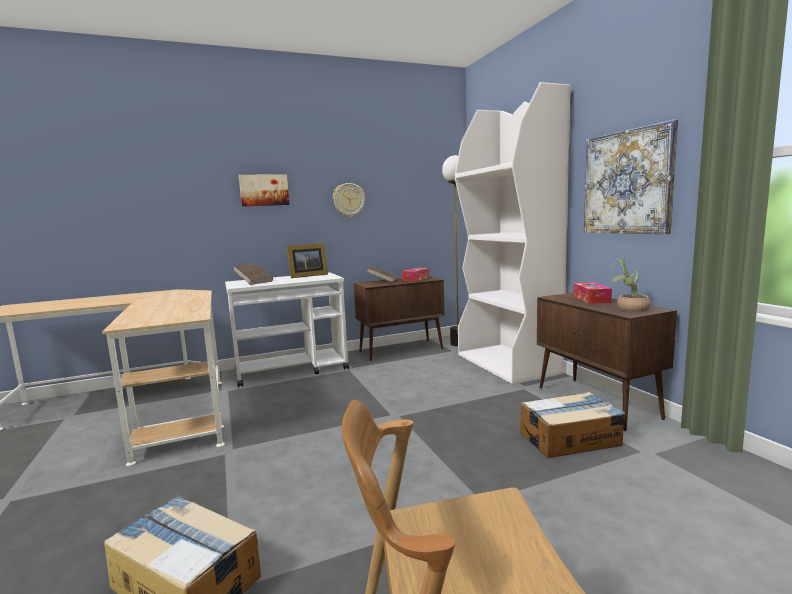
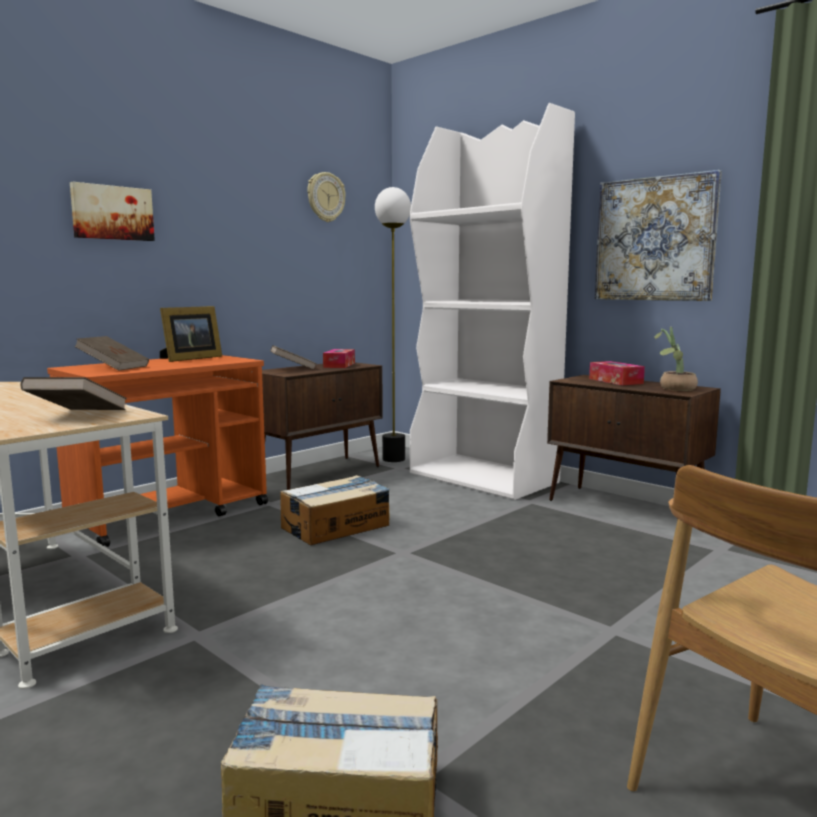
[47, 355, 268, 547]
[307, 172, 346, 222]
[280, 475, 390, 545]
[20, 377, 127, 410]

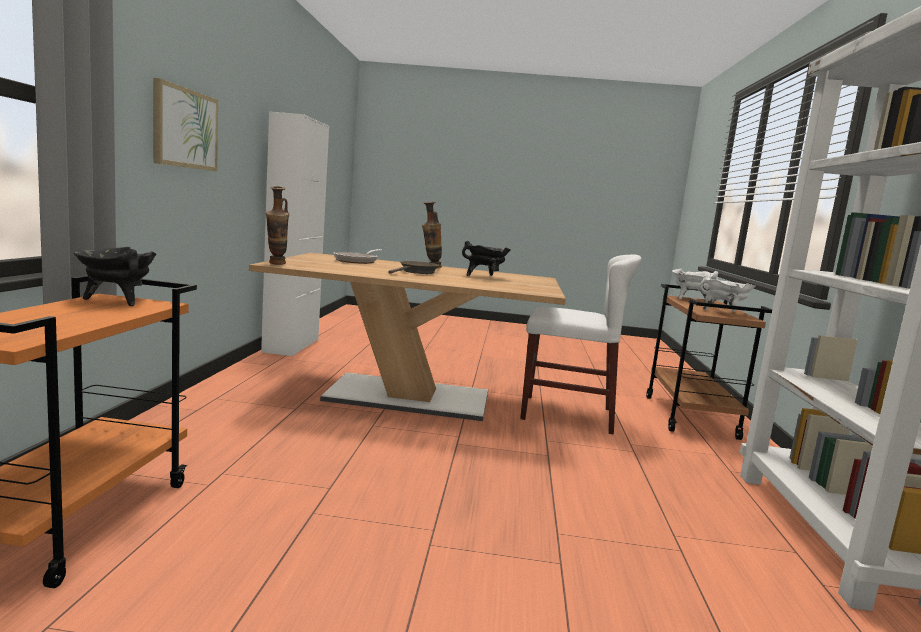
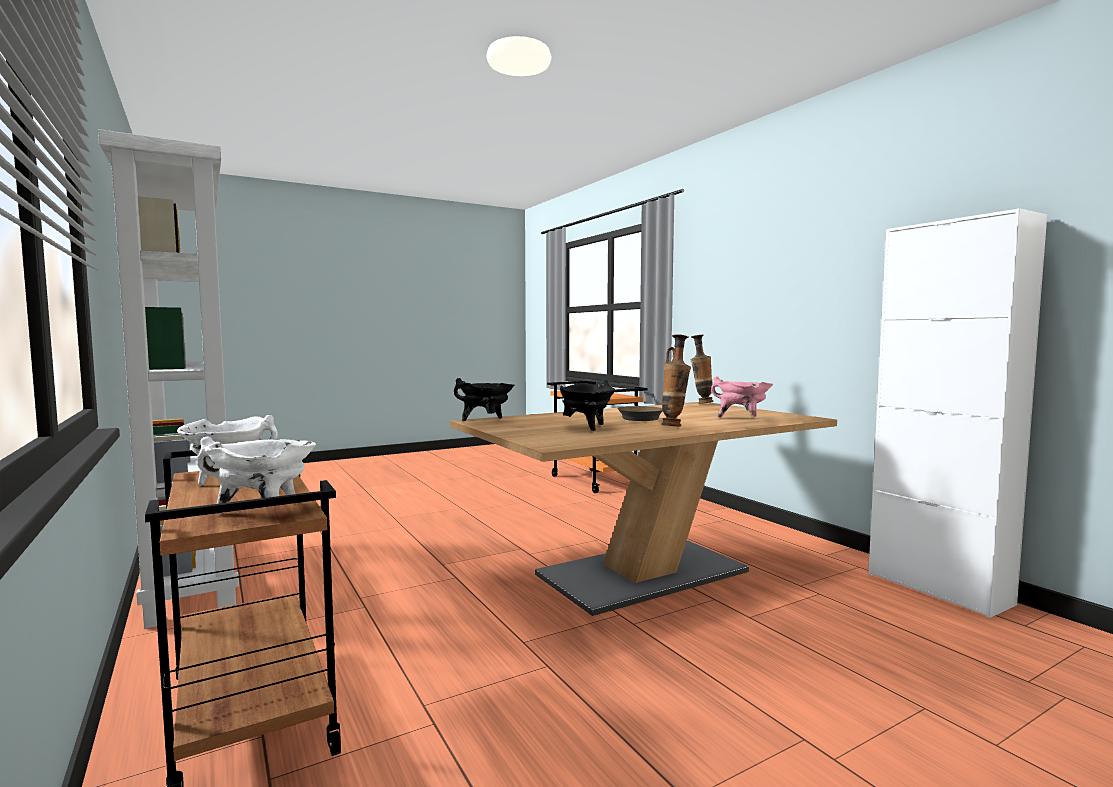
[454, 378, 514, 421]
[153, 78, 218, 171] (first image)
[711, 376, 773, 418]
[520, 255, 642, 434] (first image)

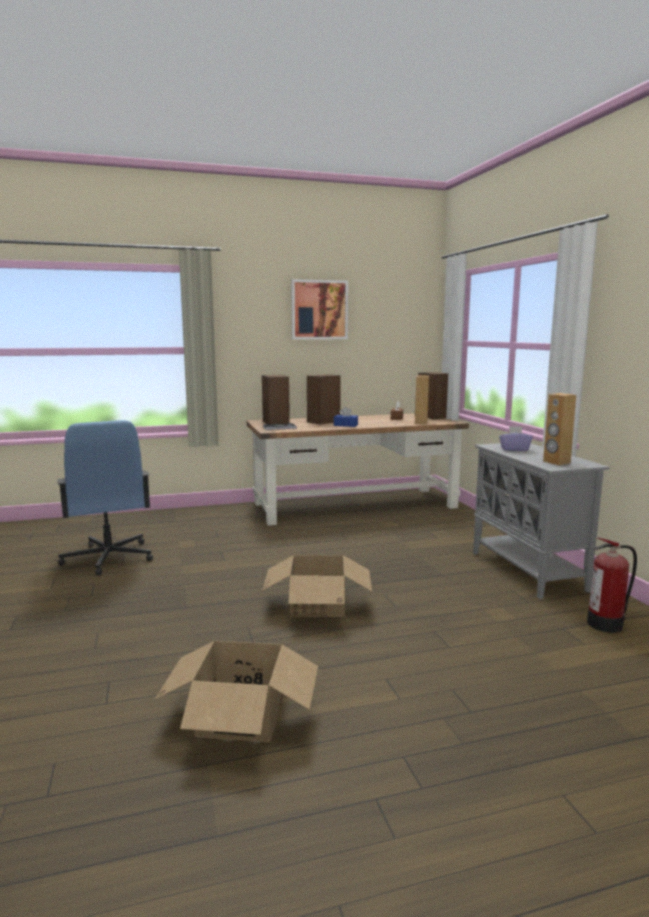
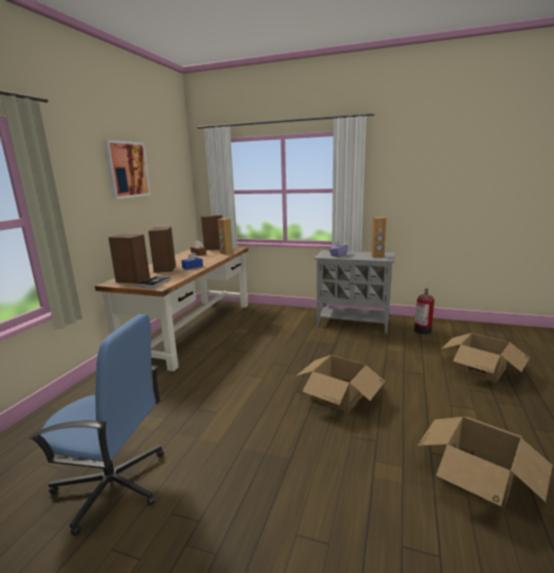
[441, 333, 530, 383]

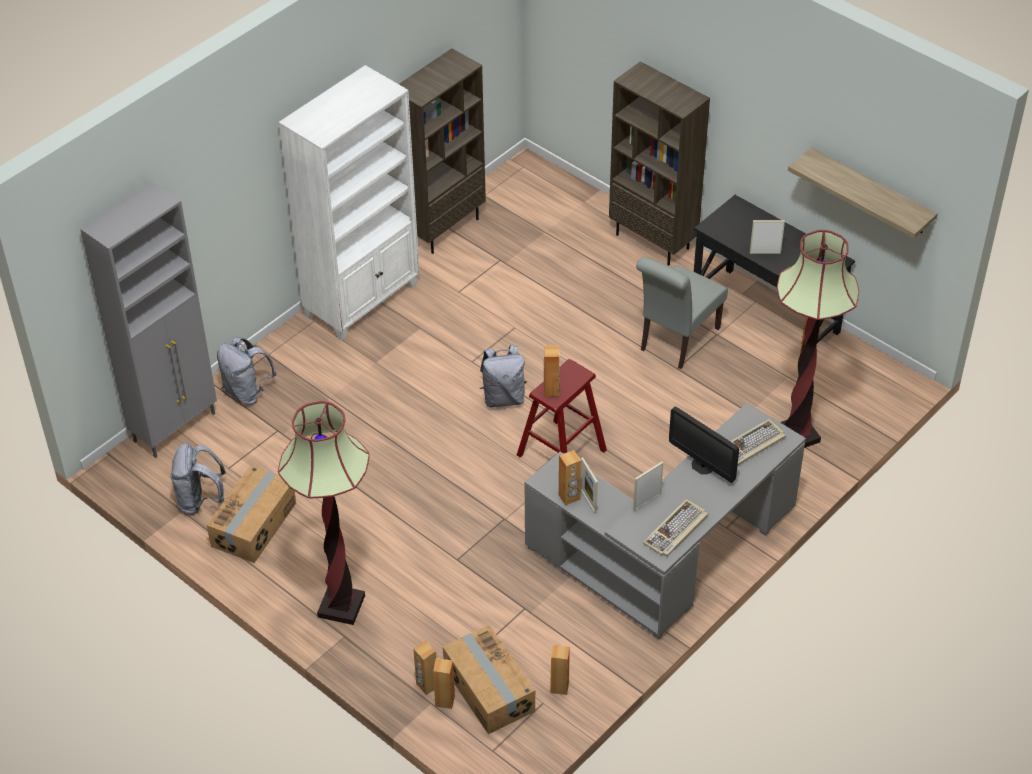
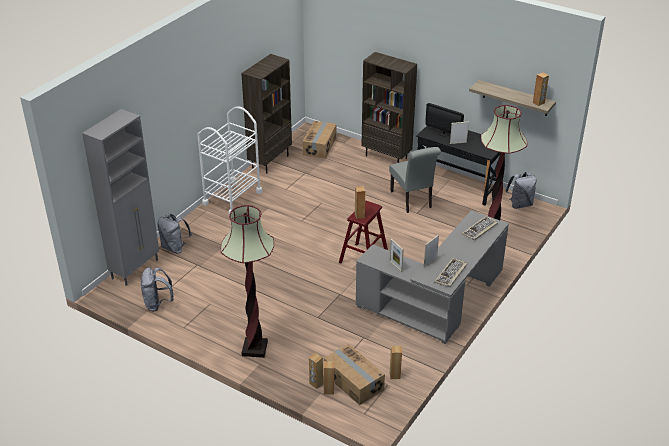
[302, 121, 337, 159]
[197, 106, 263, 215]
[505, 172, 536, 209]
[533, 72, 549, 106]
[389, 147, 441, 213]
[425, 103, 464, 137]

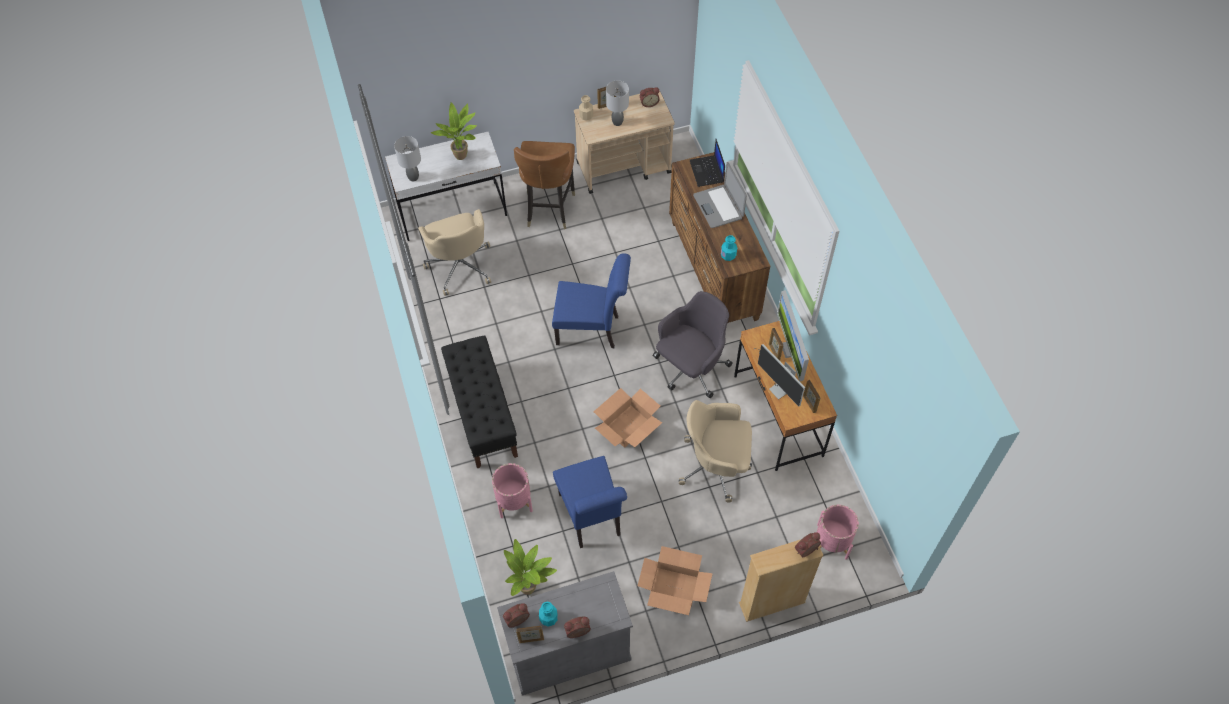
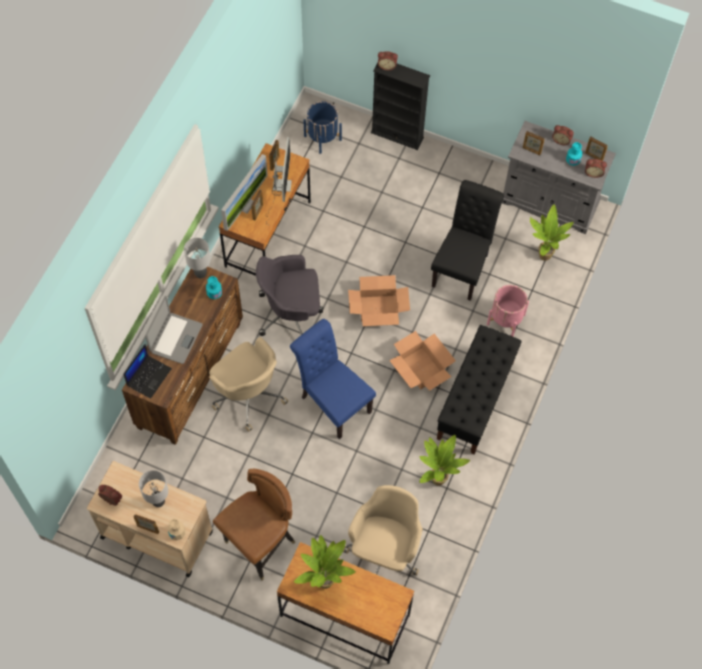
[277, 542, 414, 664]
[184, 238, 211, 279]
[431, 180, 504, 301]
[389, 331, 456, 391]
[209, 337, 288, 432]
[371, 63, 430, 150]
[303, 101, 342, 154]
[419, 435, 470, 486]
[523, 131, 545, 155]

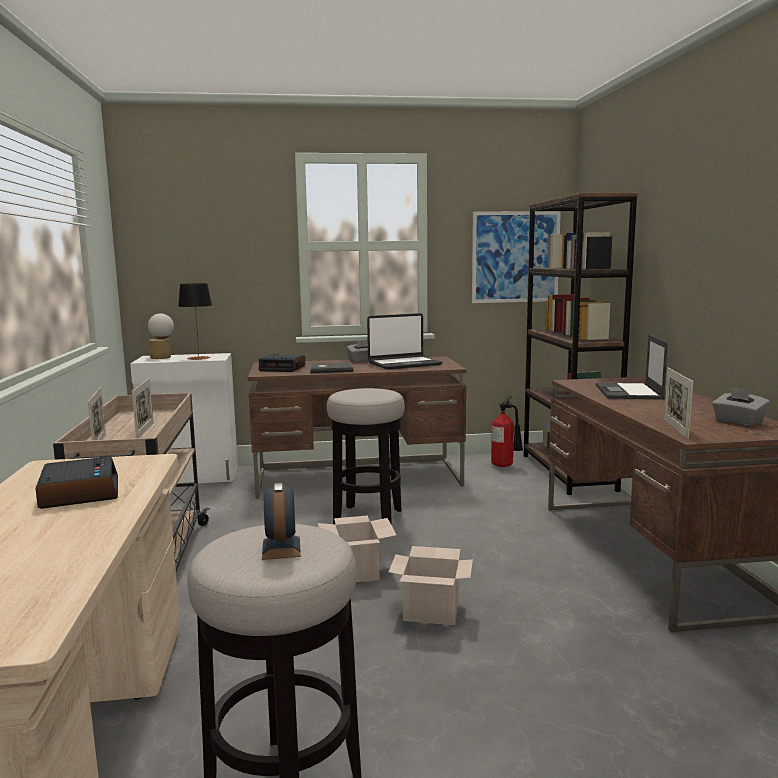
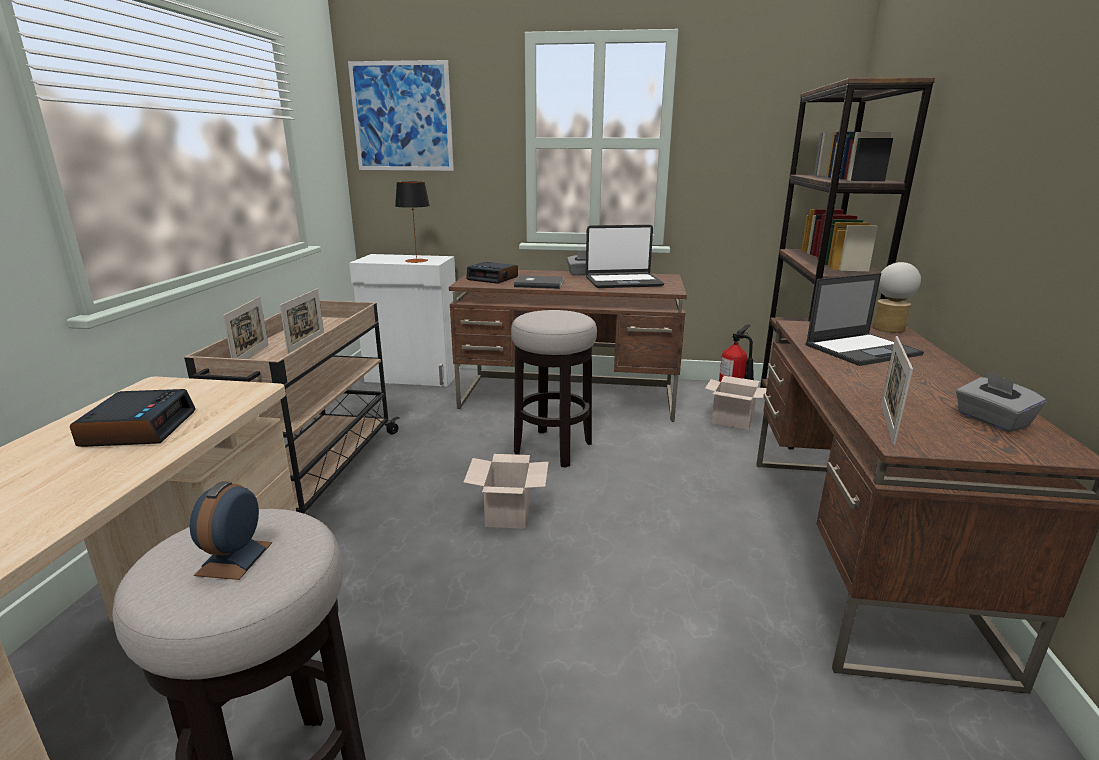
[872, 262, 921, 333]
[705, 376, 767, 430]
[348, 60, 454, 171]
[805, 273, 924, 366]

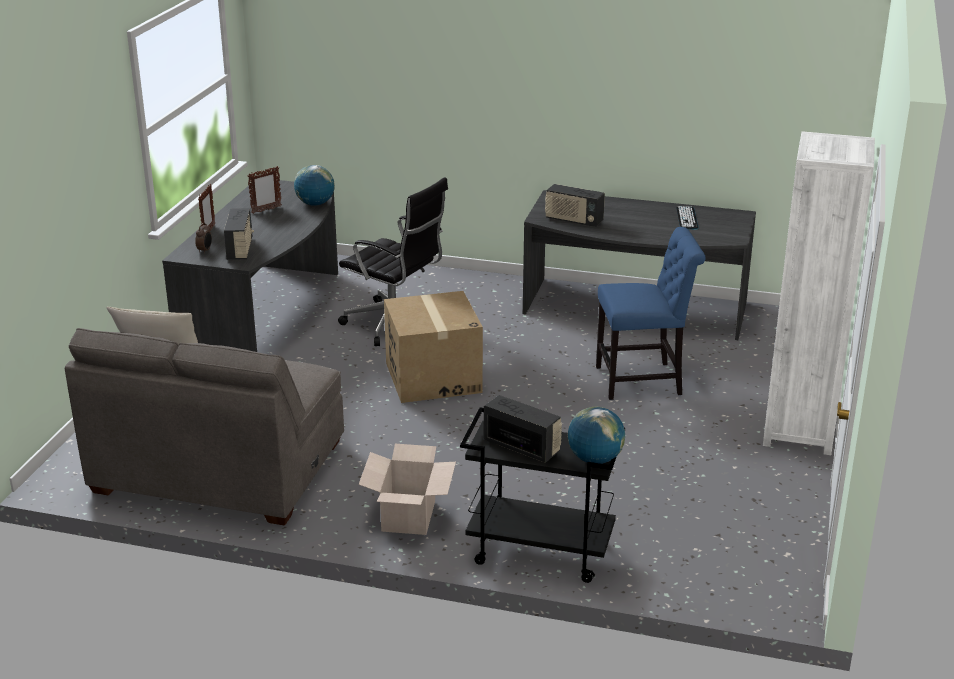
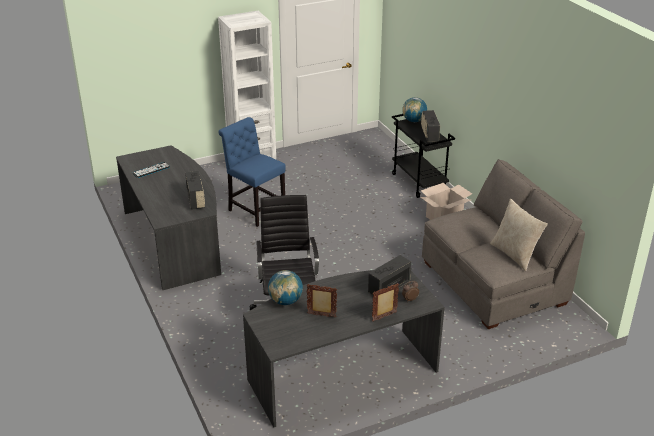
[384, 291, 483, 403] (first image)

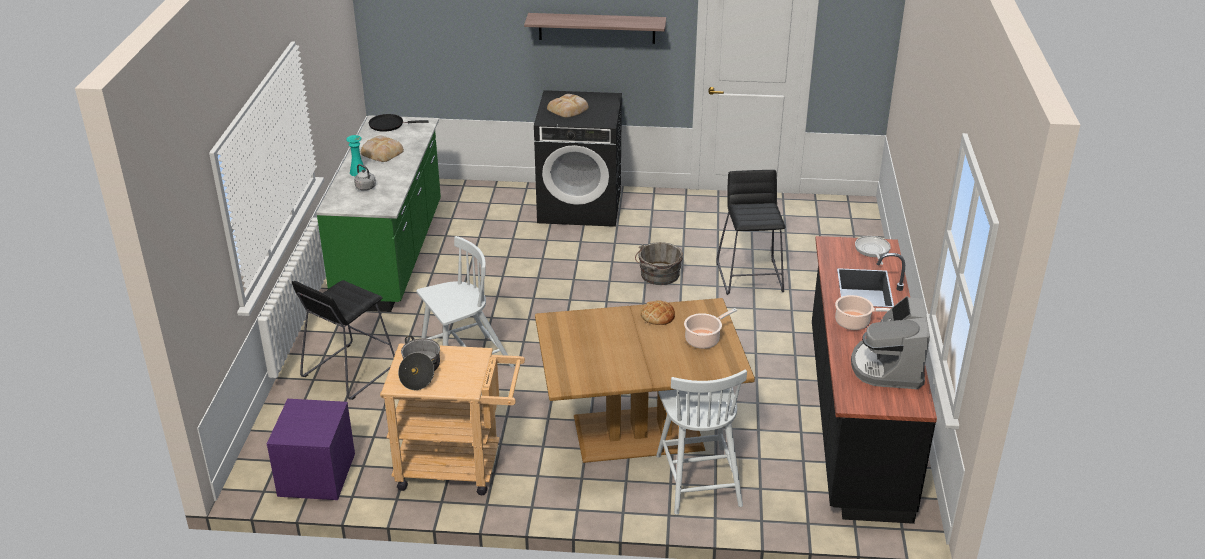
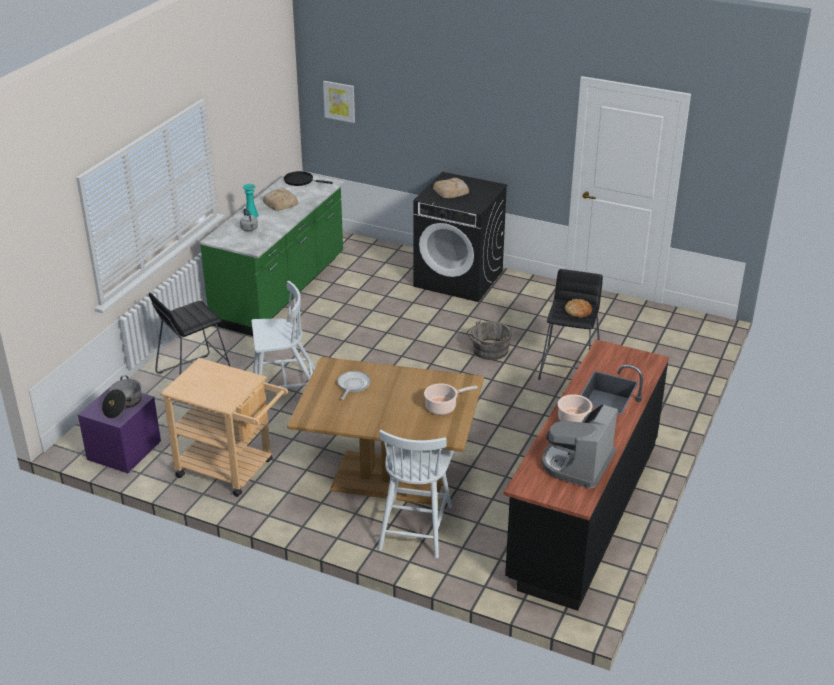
[102, 375, 142, 419]
[524, 13, 666, 44] (first image)
[565, 299, 592, 318]
[337, 371, 371, 400]
[323, 81, 355, 123]

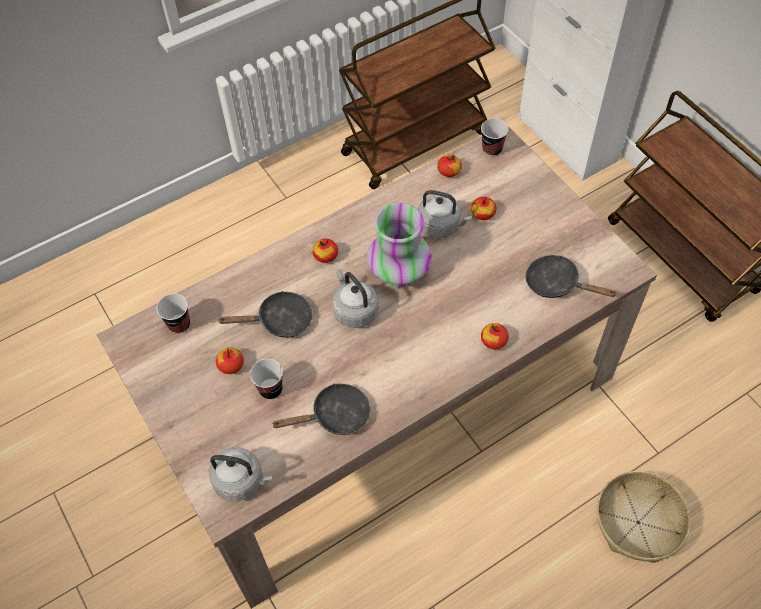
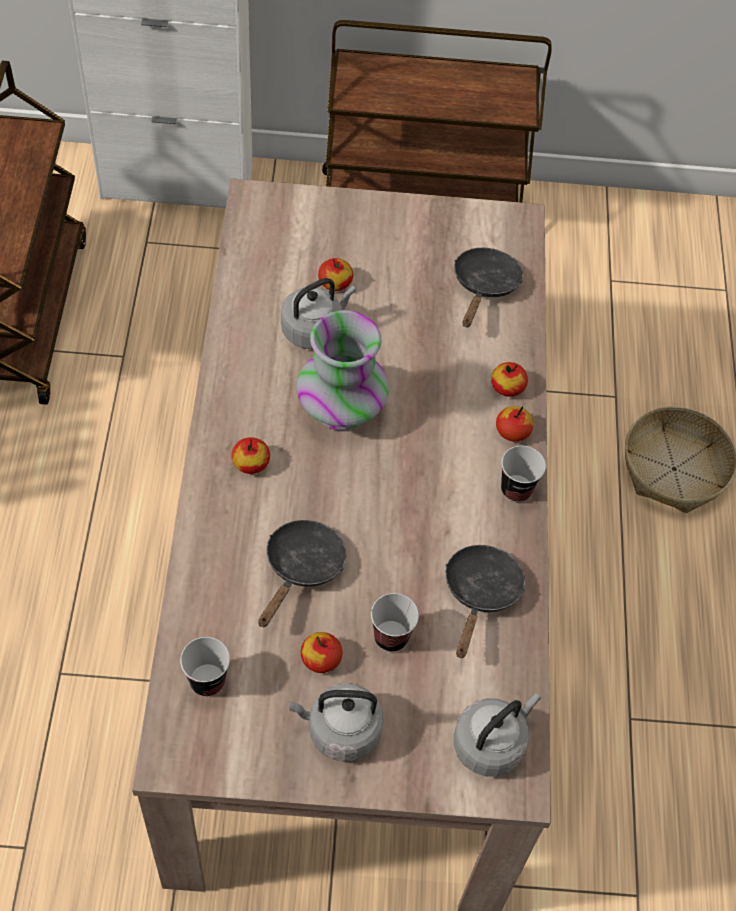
[289, 683, 384, 762]
[496, 406, 534, 442]
[501, 446, 546, 502]
[454, 248, 523, 327]

